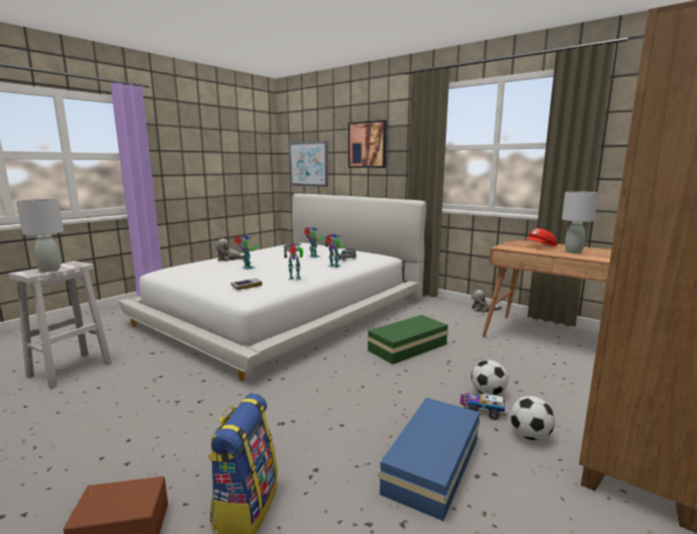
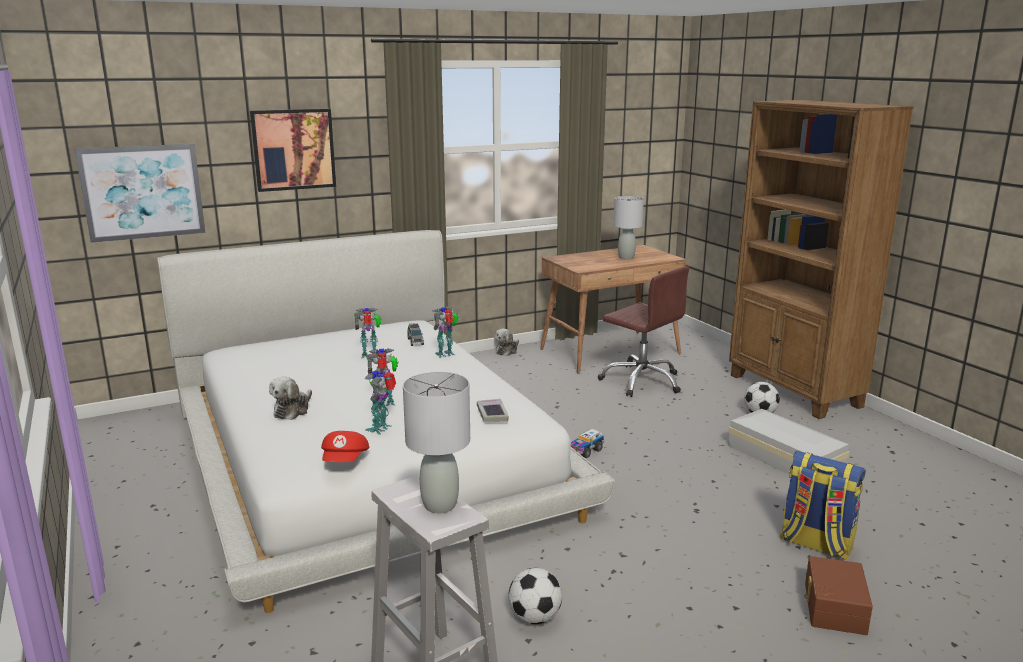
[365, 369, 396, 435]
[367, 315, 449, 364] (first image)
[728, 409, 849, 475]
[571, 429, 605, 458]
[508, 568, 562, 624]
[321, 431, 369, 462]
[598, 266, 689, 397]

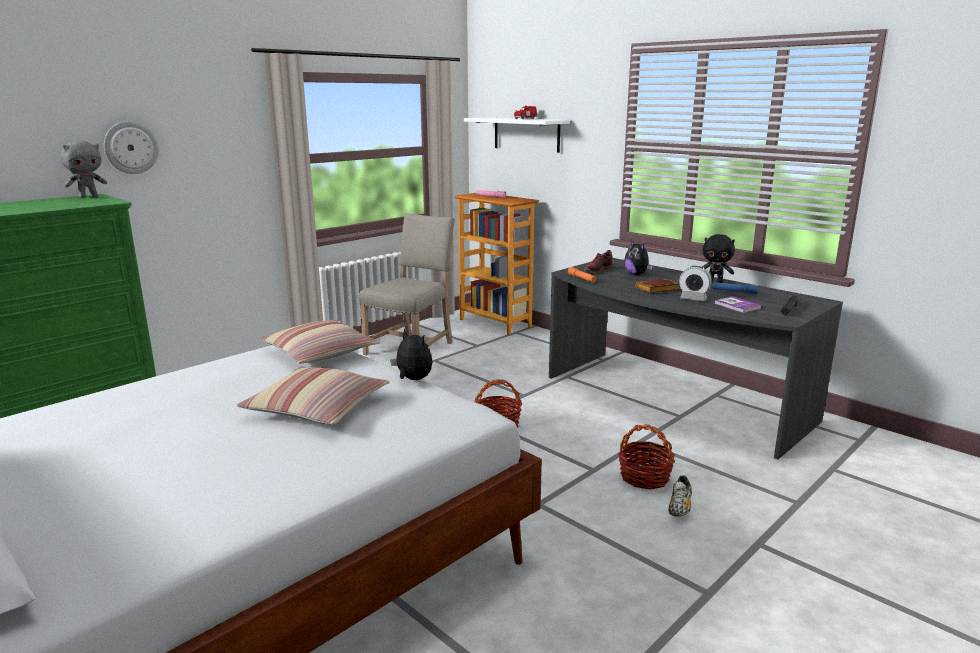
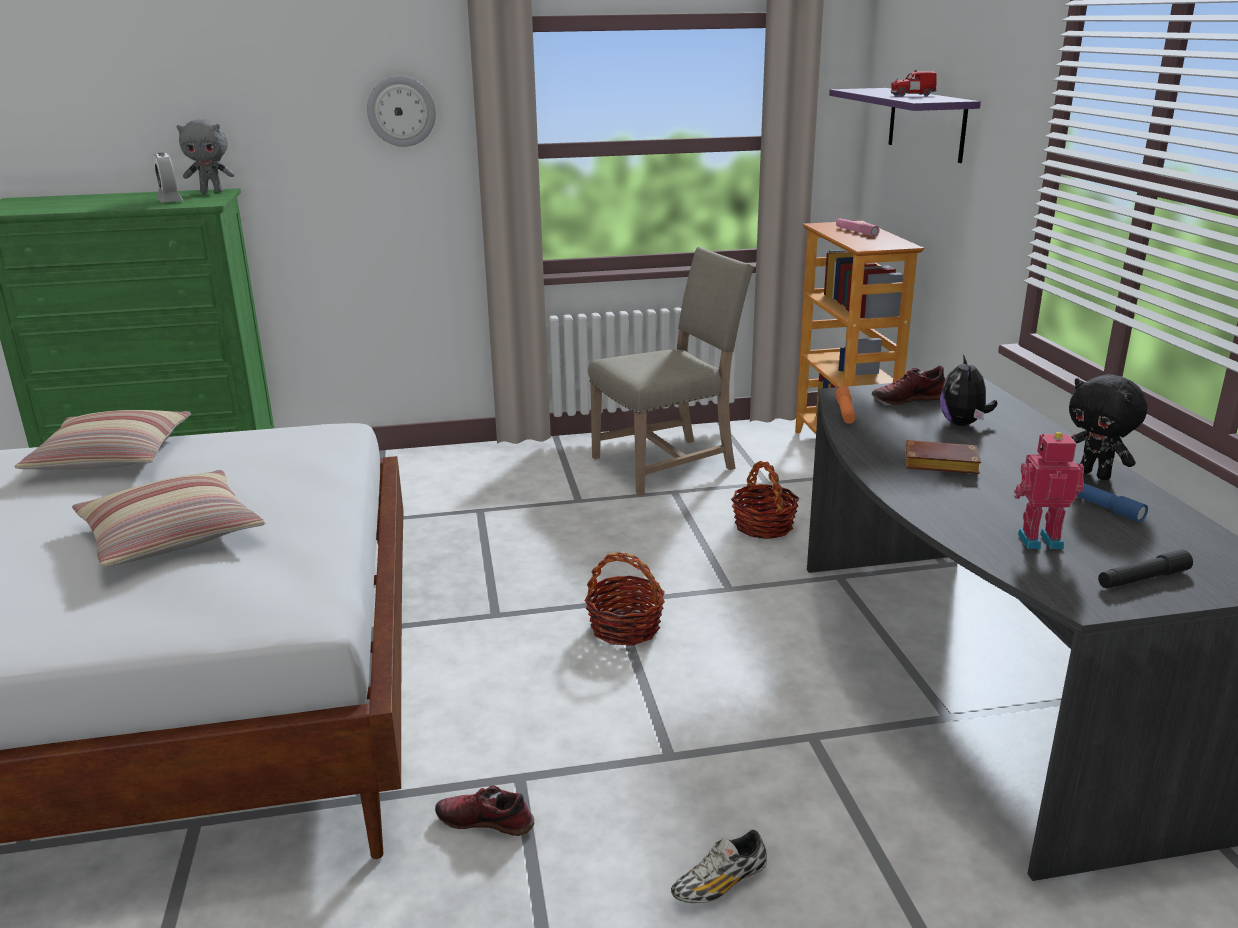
[367, 76, 436, 147]
[14, 410, 191, 470]
[390, 329, 432, 380] (first image)
[829, 88, 981, 163]
[731, 461, 799, 539]
[154, 153, 183, 203]
[1014, 432, 1084, 549]
[435, 785, 534, 836]

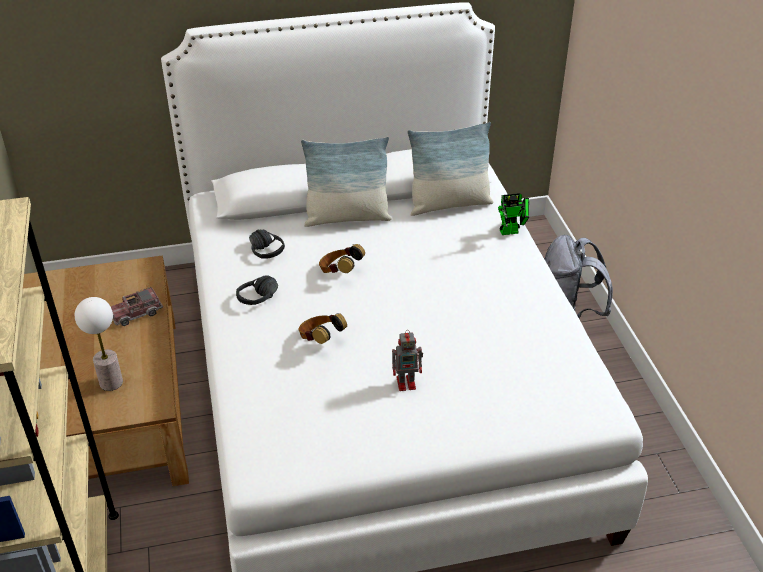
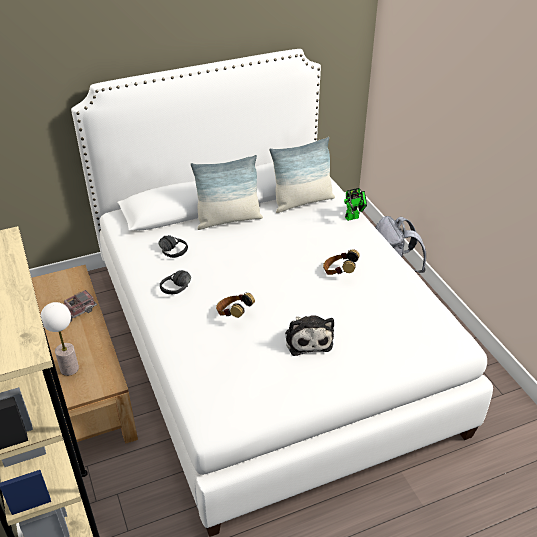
[323, 249, 360, 275]
[285, 316, 334, 356]

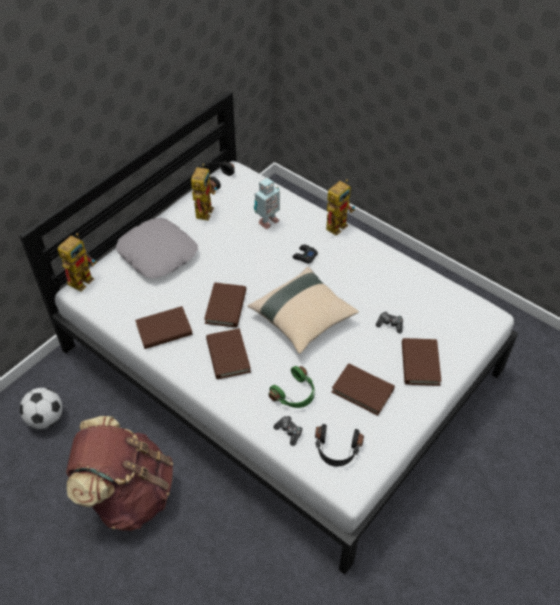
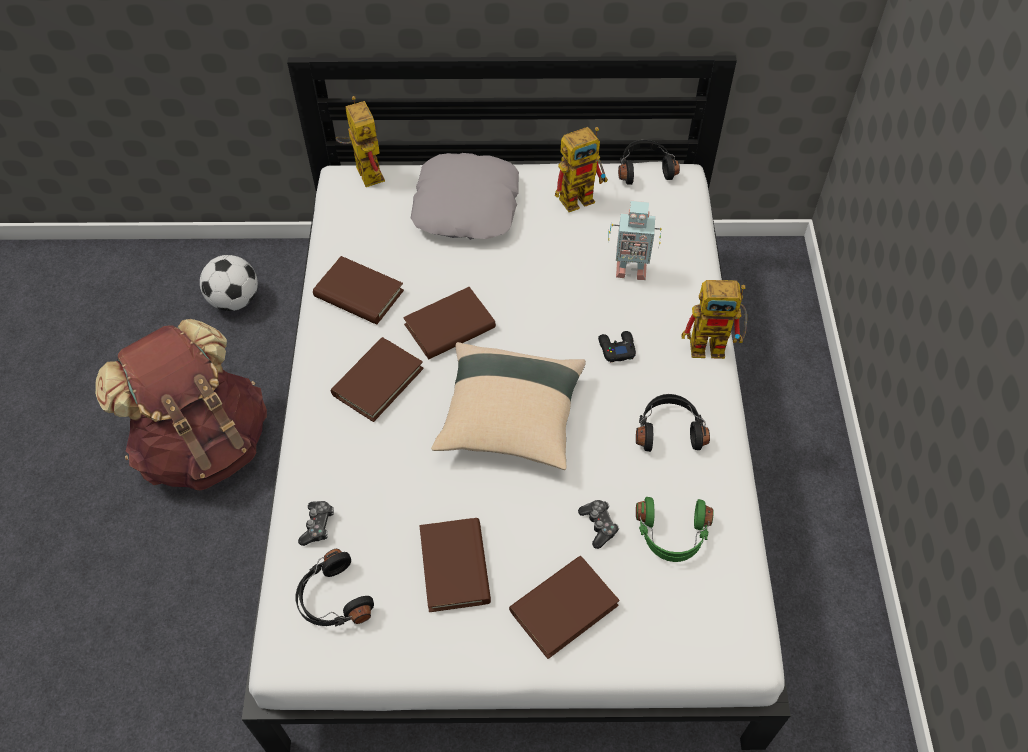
[335, 96, 385, 187]
[636, 497, 714, 562]
[636, 394, 710, 452]

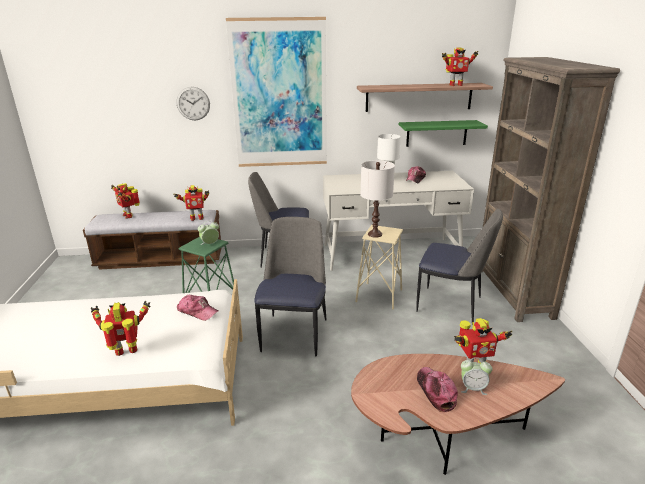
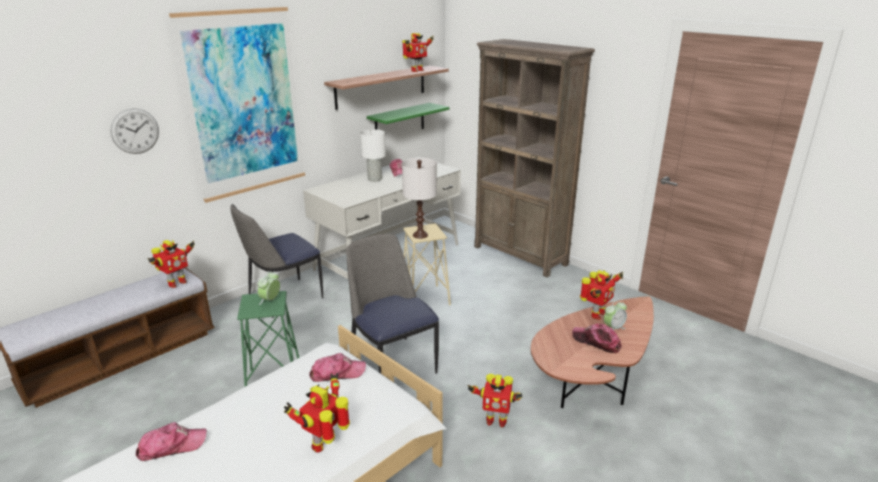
[467, 374, 522, 427]
[416, 209, 503, 325] (first image)
[136, 422, 207, 461]

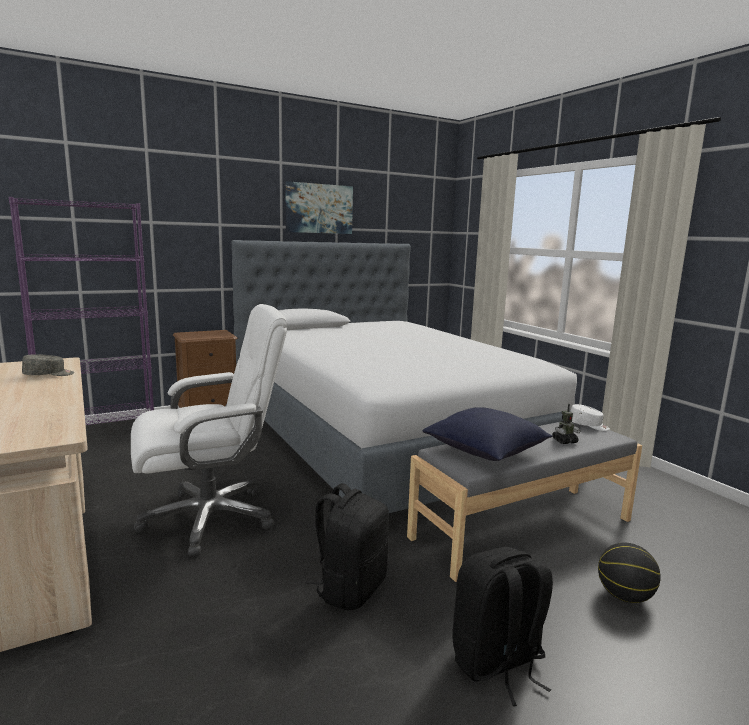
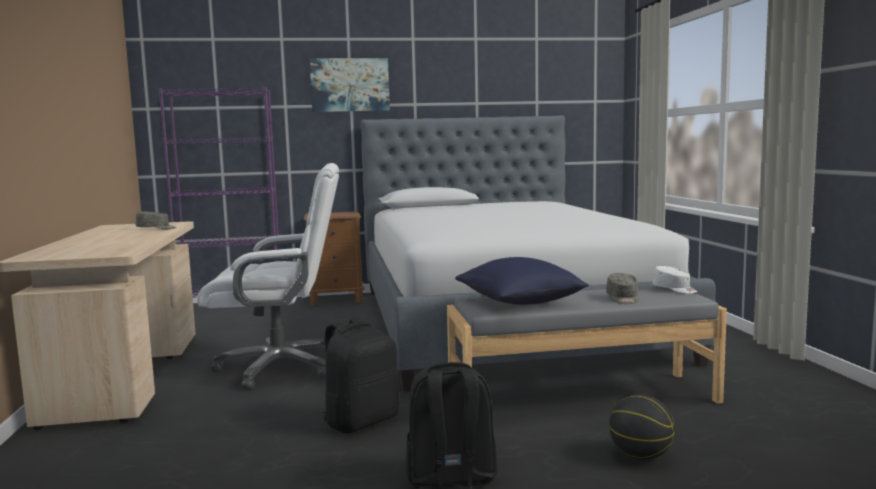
[310, 58, 390, 112]
[606, 273, 639, 304]

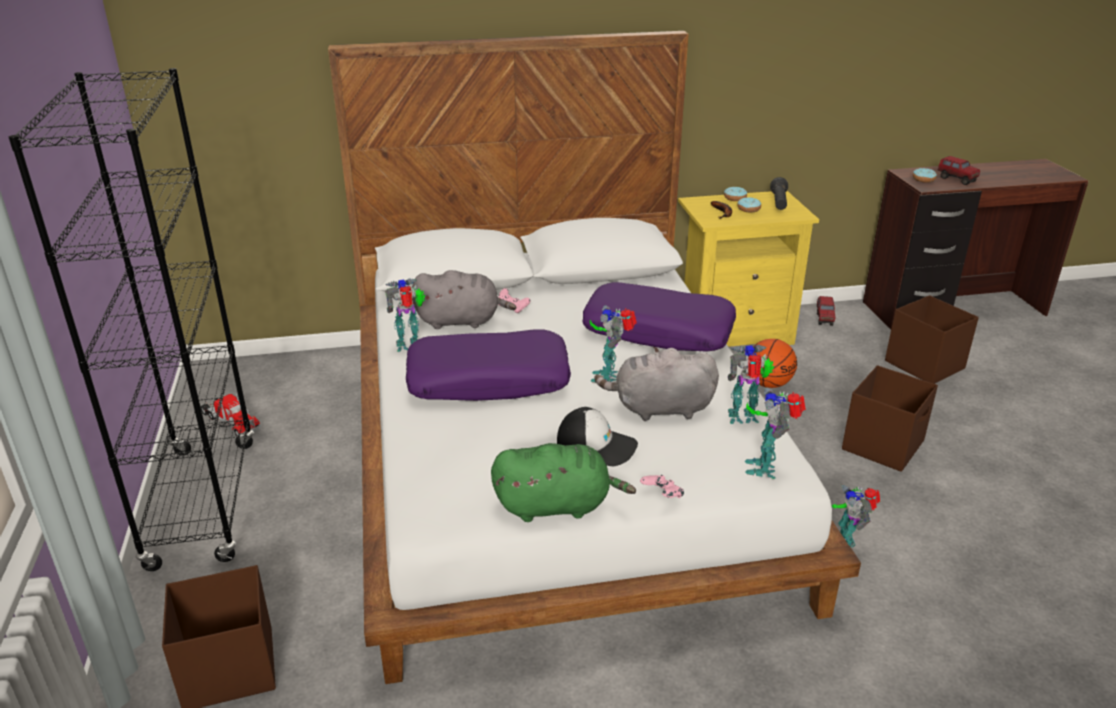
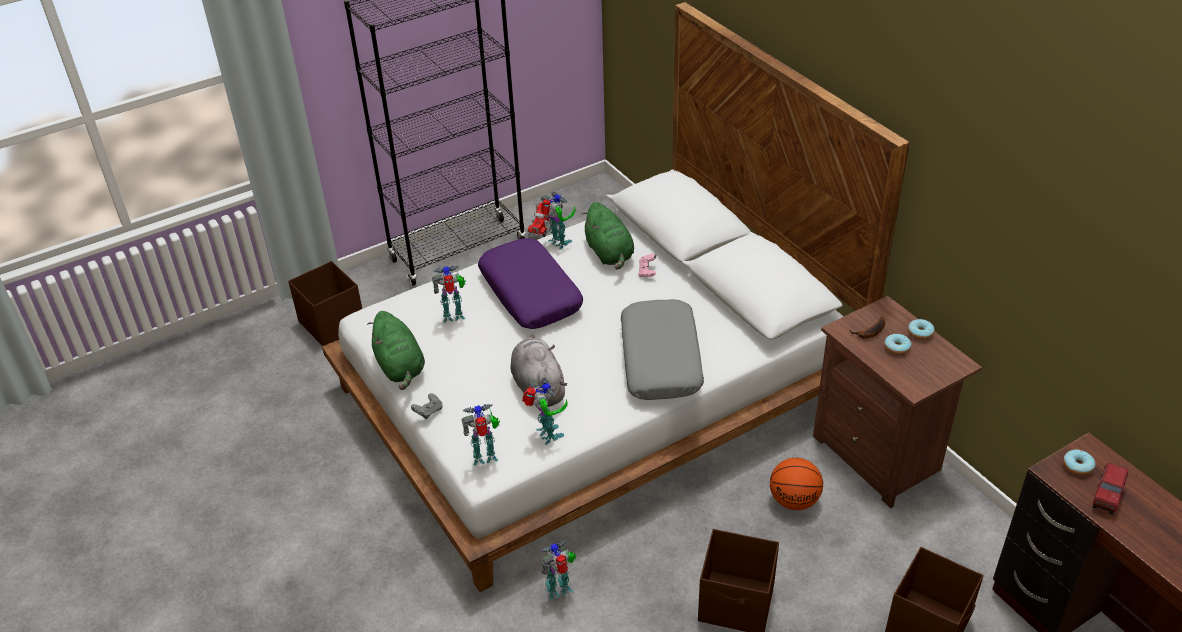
[581, 202, 634, 270]
[557, 407, 638, 466] (first image)
[621, 299, 704, 400]
[432, 265, 466, 323]
[411, 393, 443, 419]
[813, 296, 982, 508]
[770, 177, 788, 210] (first image)
[817, 296, 836, 326] (first image)

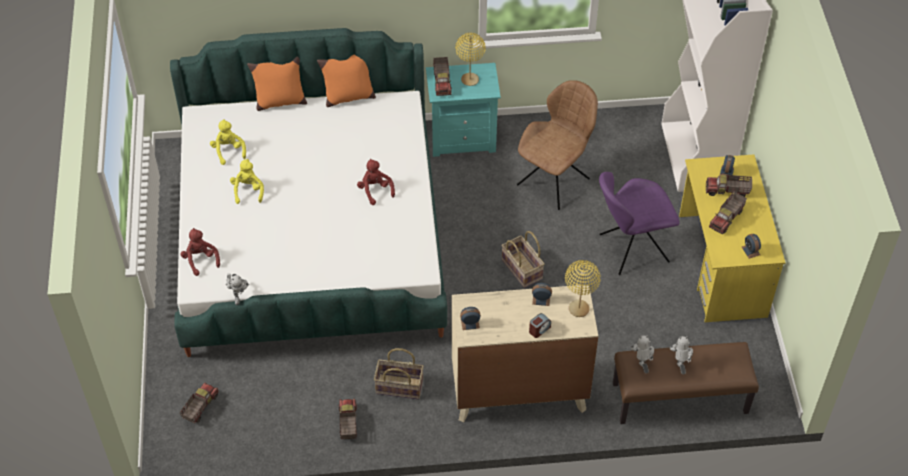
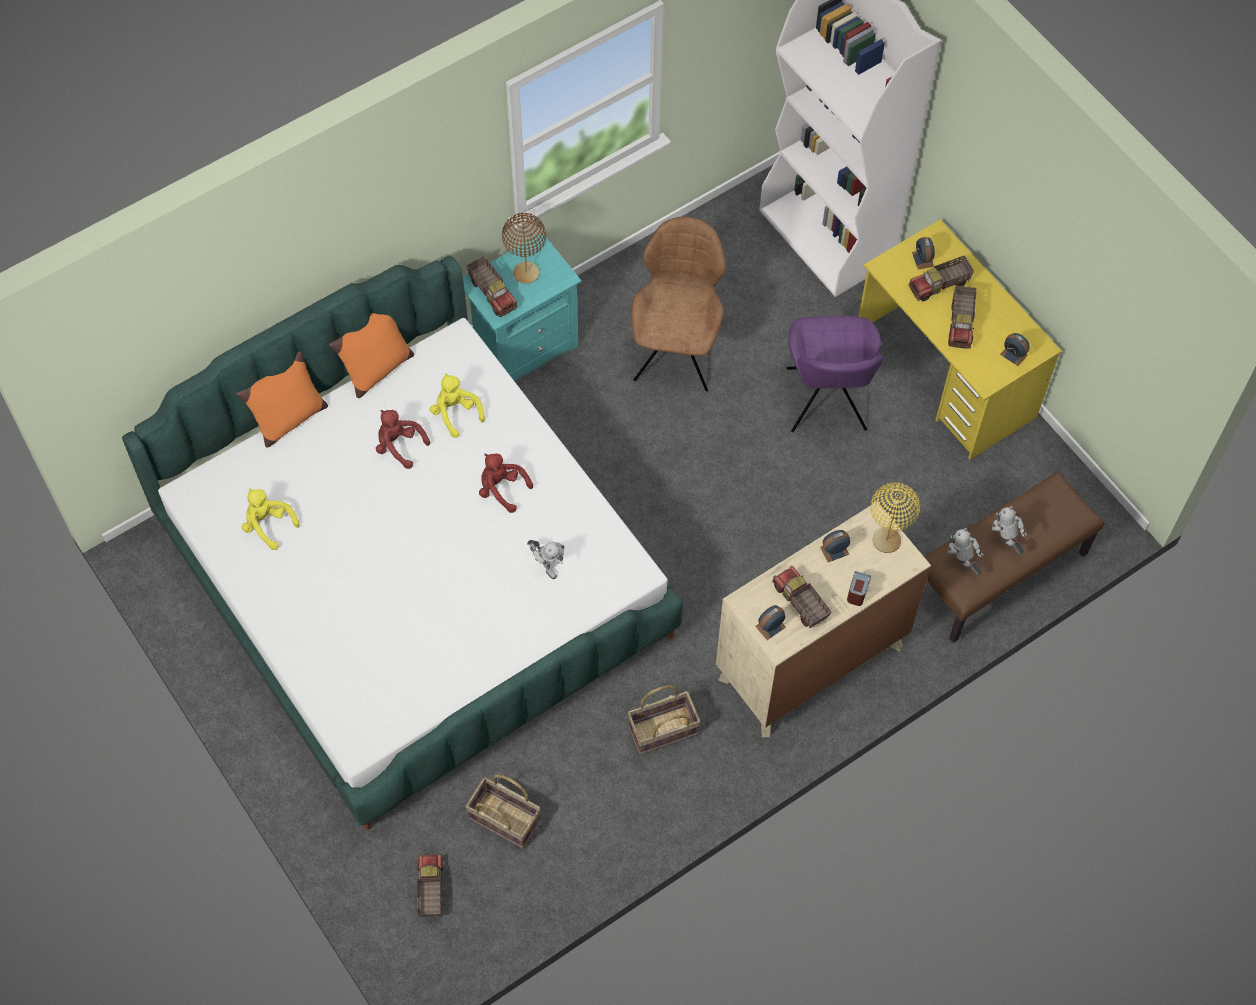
[376, 410, 430, 469]
[527, 540, 565, 579]
[430, 373, 485, 438]
[772, 566, 832, 628]
[502, 213, 546, 284]
[466, 774, 541, 849]
[786, 316, 883, 432]

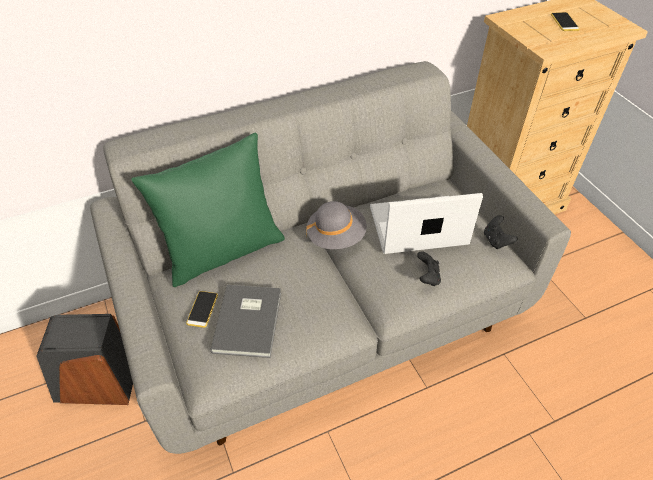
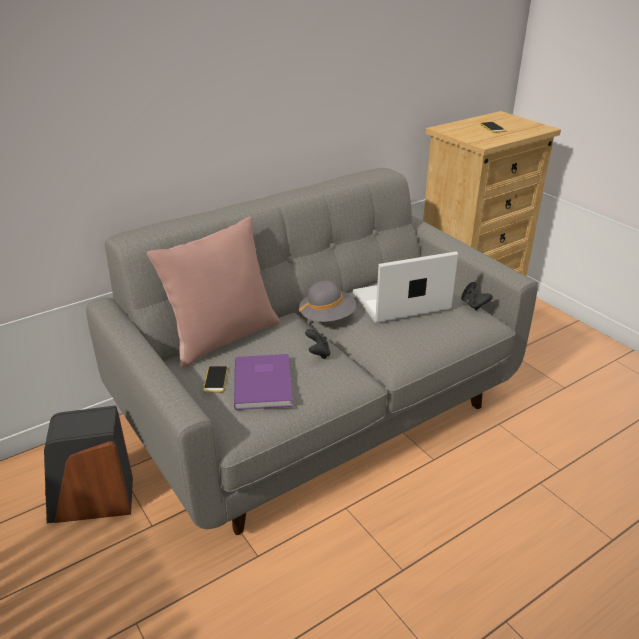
[147, 217, 280, 368]
[234, 354, 293, 410]
[305, 329, 330, 359]

